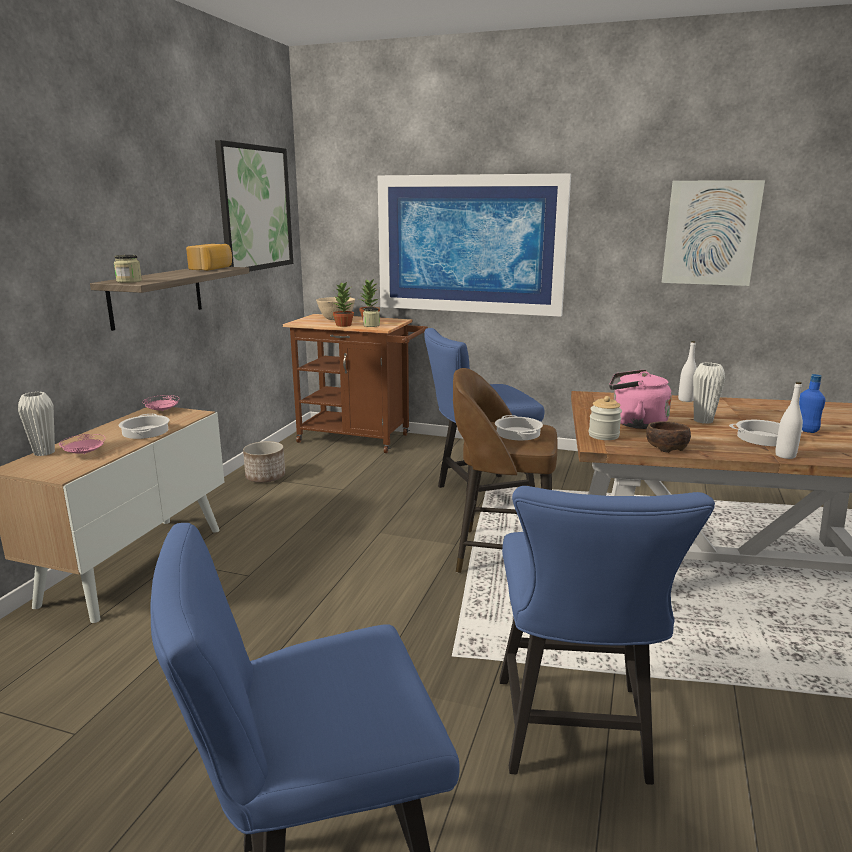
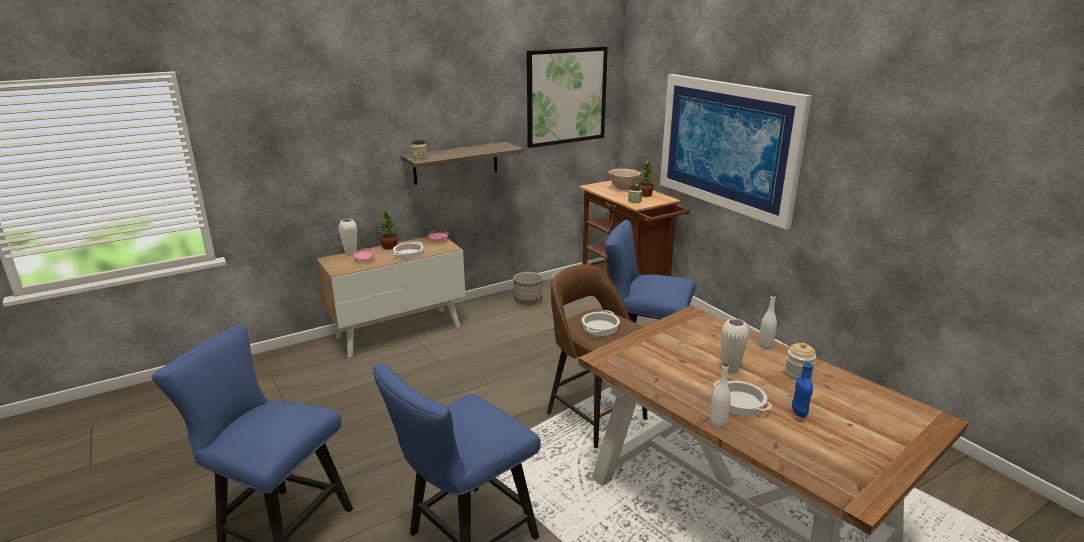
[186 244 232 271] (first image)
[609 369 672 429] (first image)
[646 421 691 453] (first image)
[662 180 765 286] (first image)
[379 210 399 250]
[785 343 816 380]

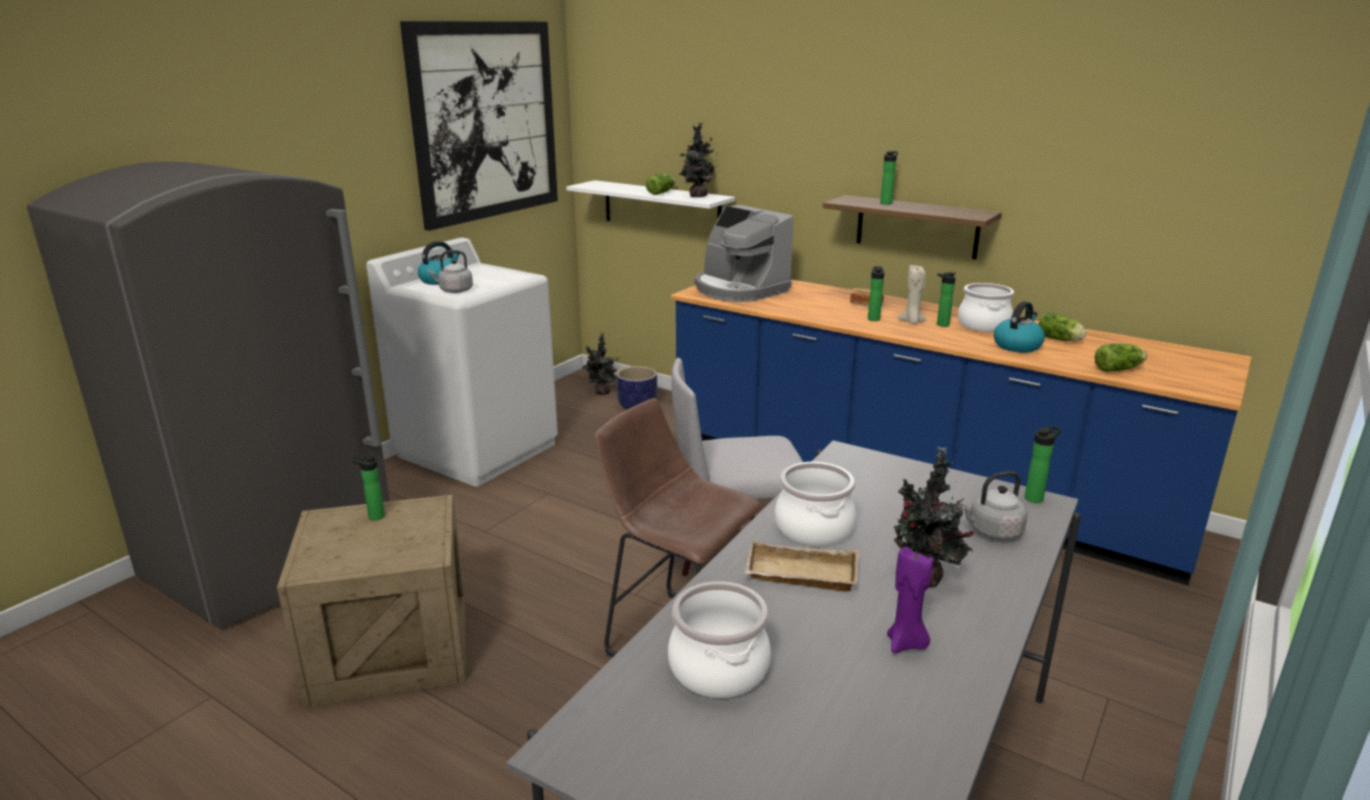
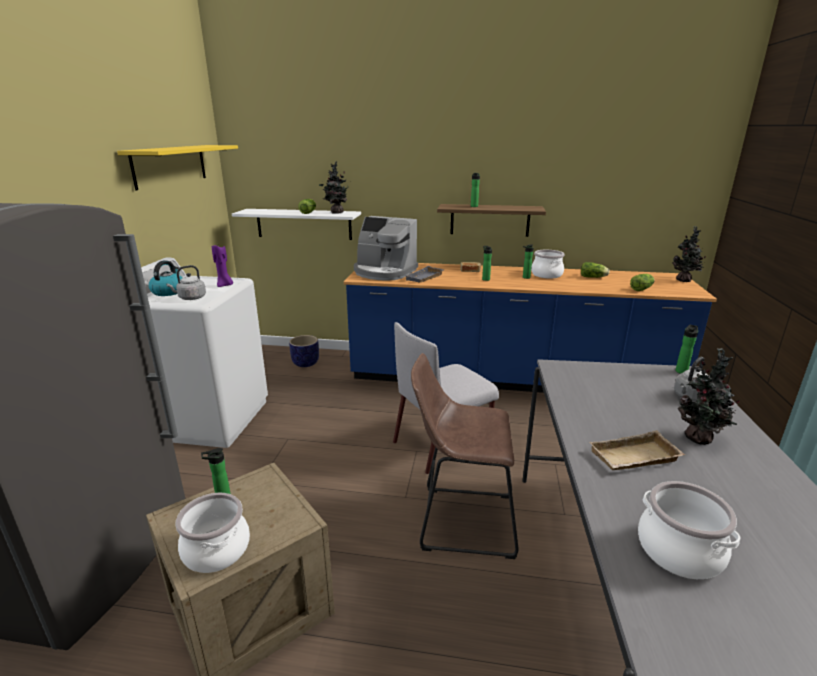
[898 265 927 324] (first image)
[994 301 1045 352] (first image)
[405 266 444 283]
[673 226 706 282]
[175 493 250 573]
[212 245 233 287]
[117 145 238 190]

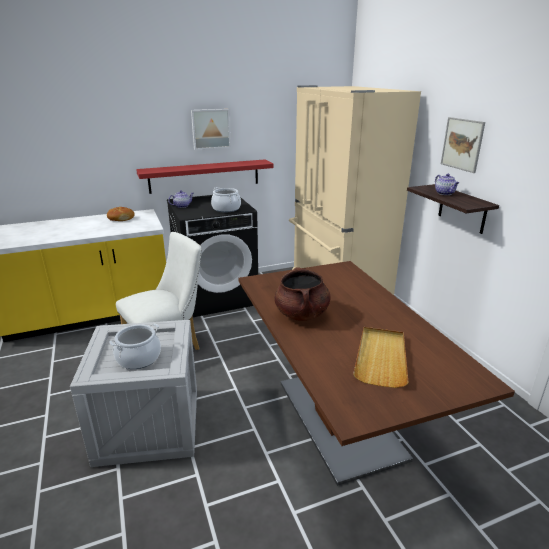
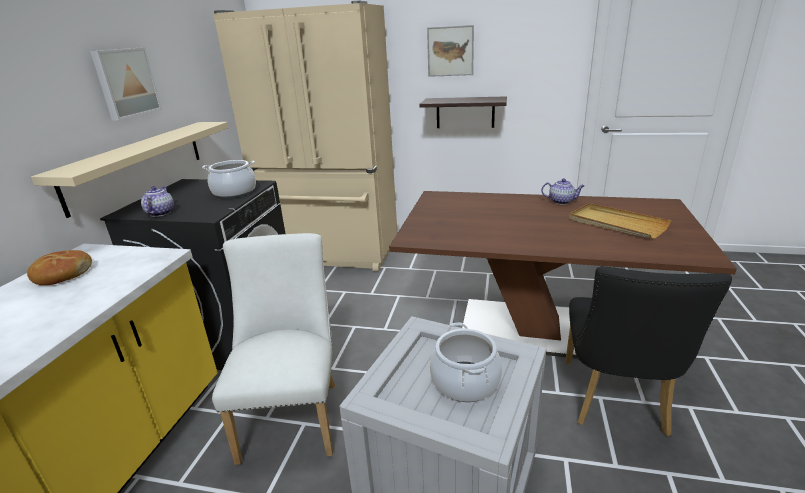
[274 267 331 321] (first image)
[566 266 732 436]
[541 179 585 204]
[31 122 228 218]

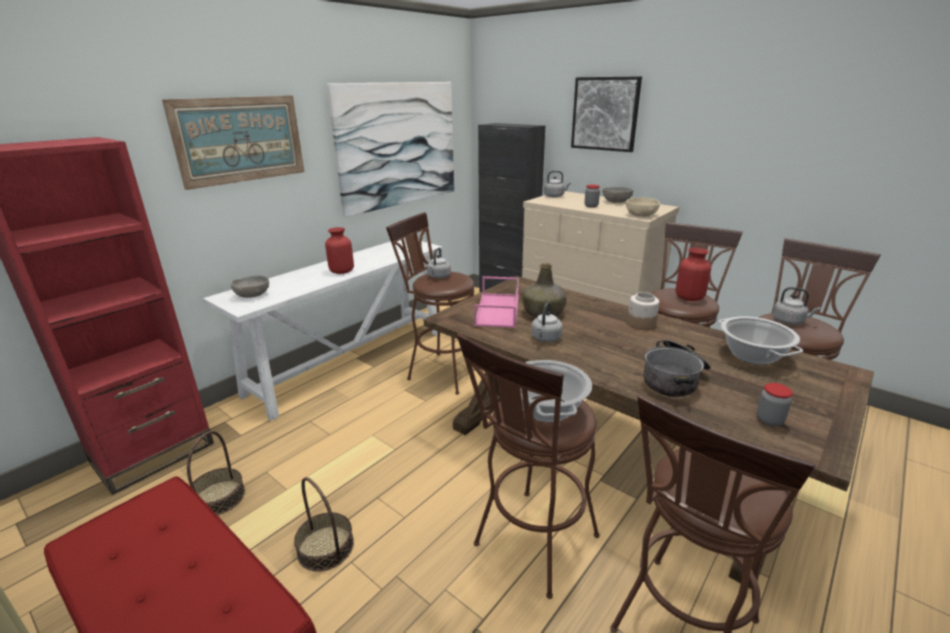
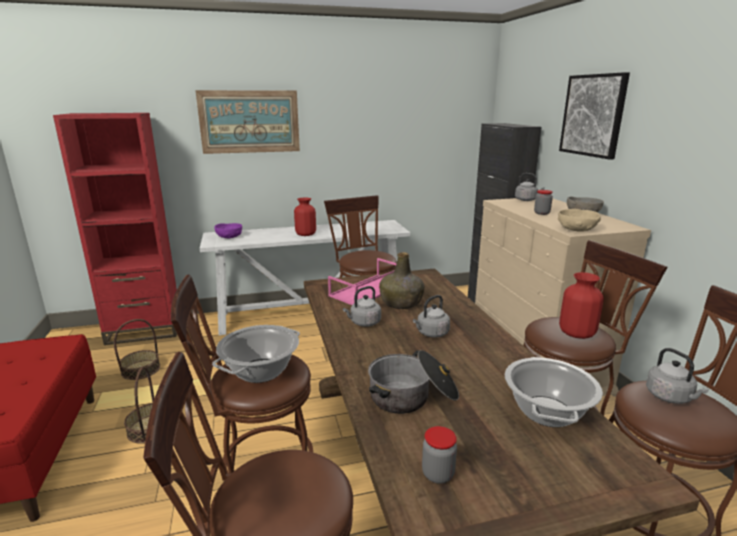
[327 82 454 217] (first image)
[627 292 659 329] (first image)
[413 295 450 338]
[214 223 242 238]

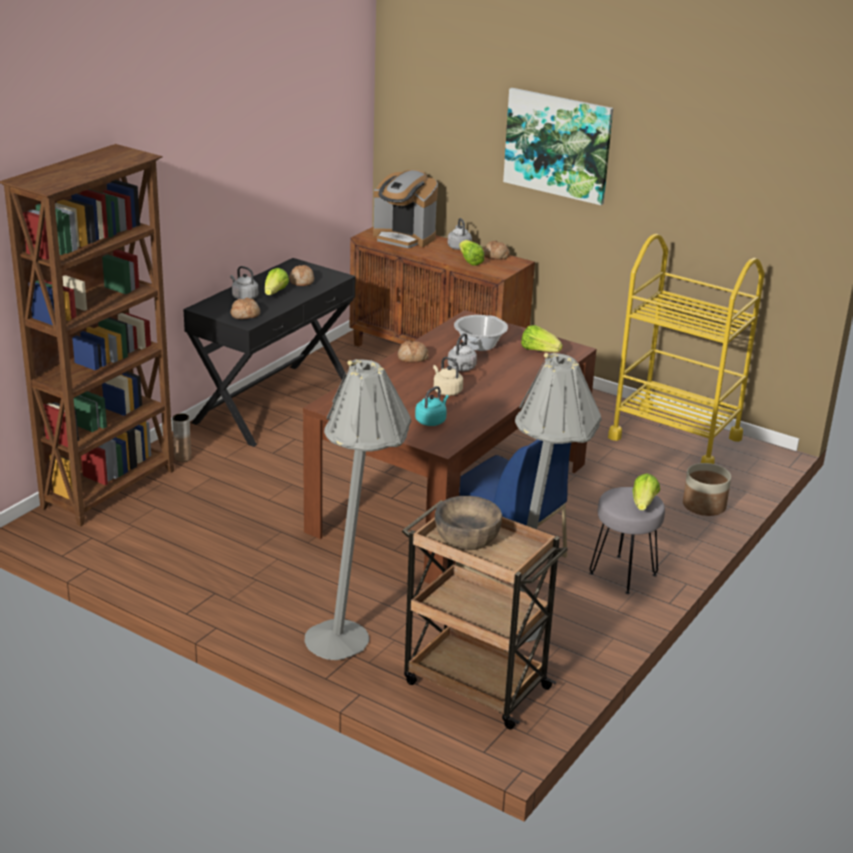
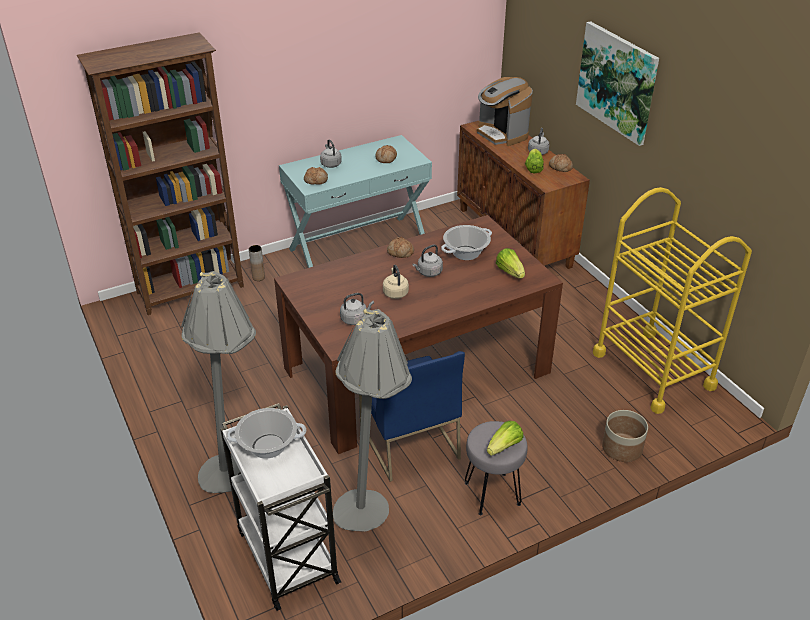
[265 268 289 295] (first image)
[226 408 306 459]
[279 135 432 268]
[220 403 341 611]
[340 293 374 325]

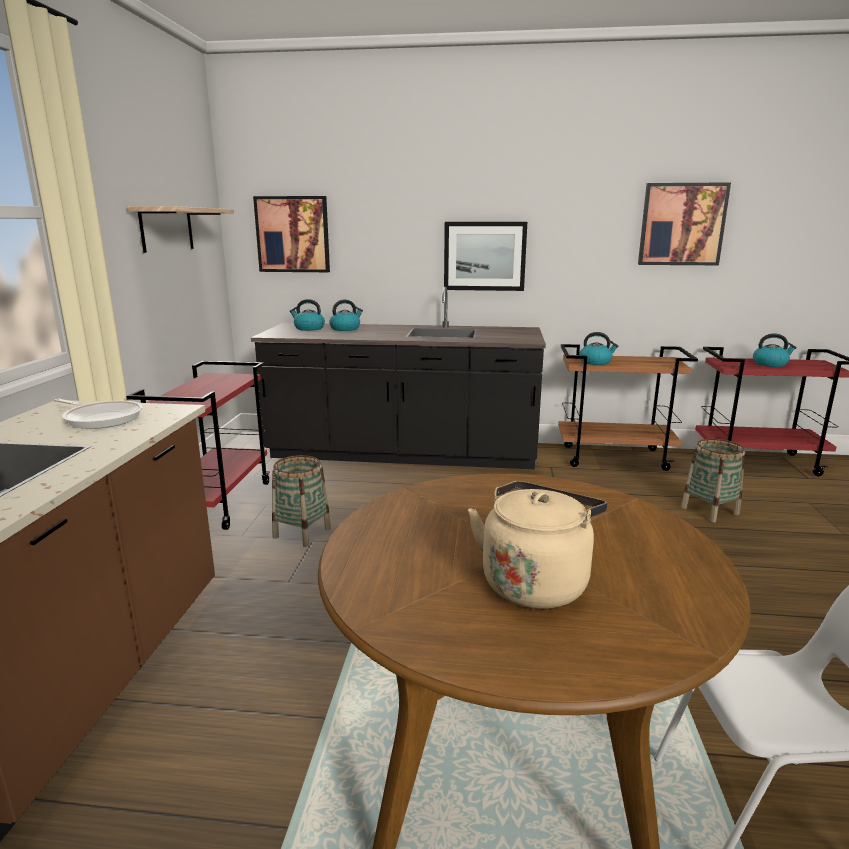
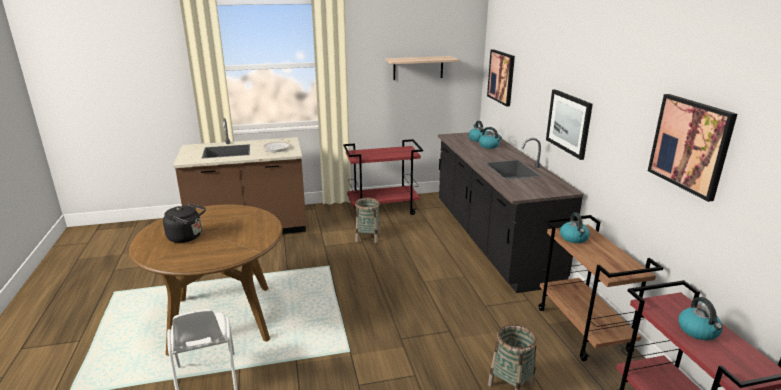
[163 203 206 243]

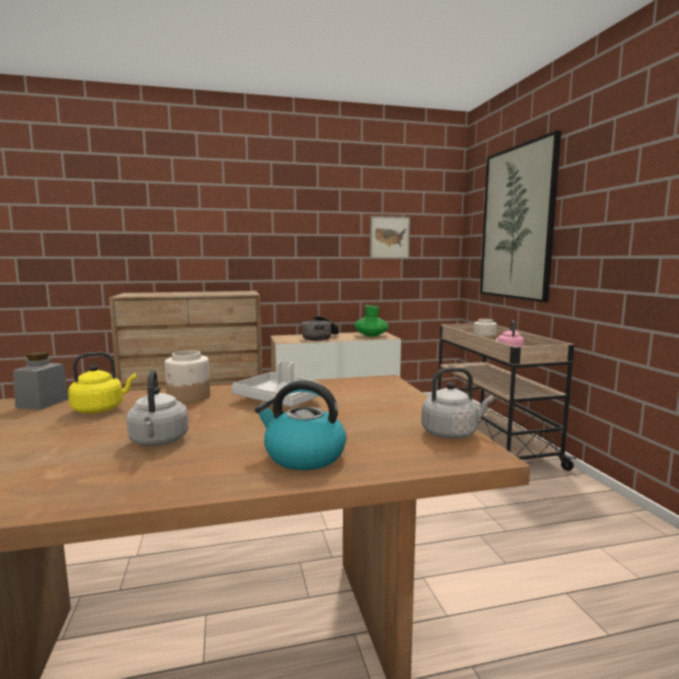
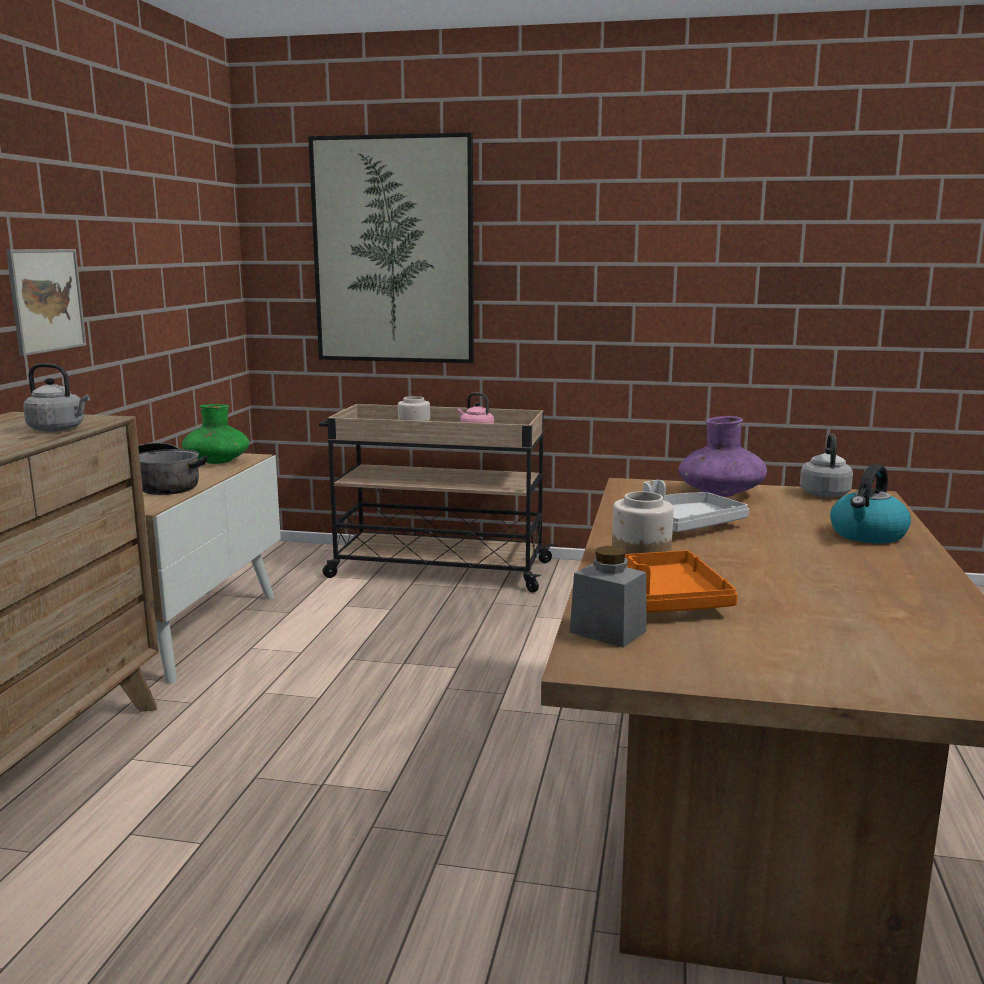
[678 416 767 497]
[23 363 90 432]
[6 249 86 356]
[625 550 738 613]

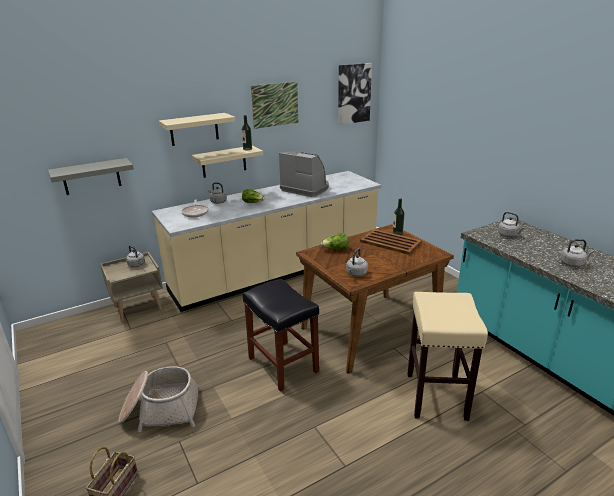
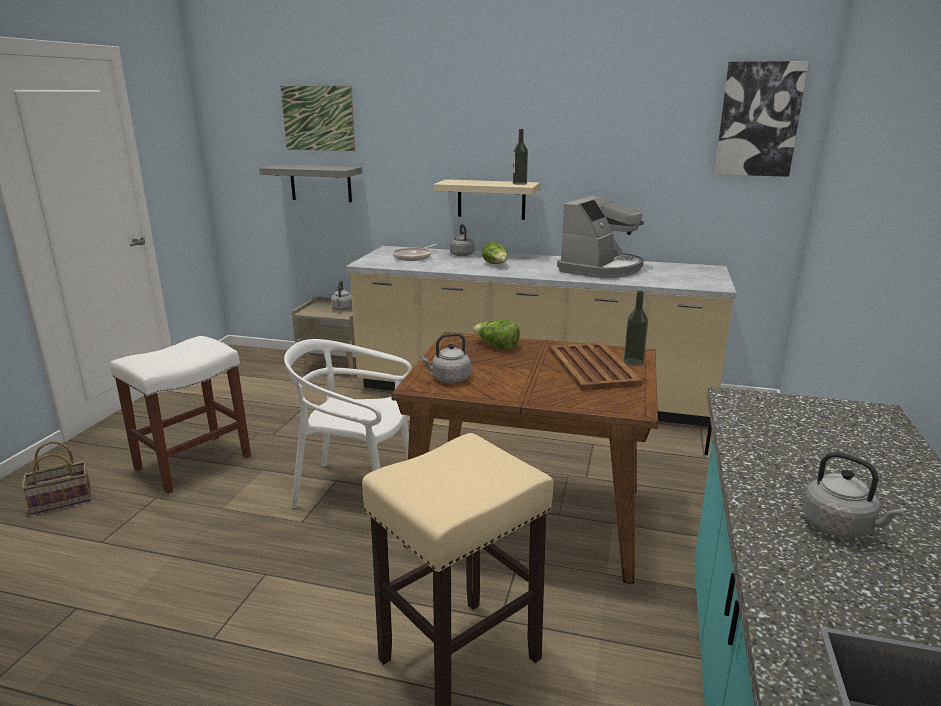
[159 113 235 146] (first image)
[498 212 525 237] (first image)
[281 86 355 151]
[110 336 251 494]
[284 339 412 508]
[557 195 644 278]

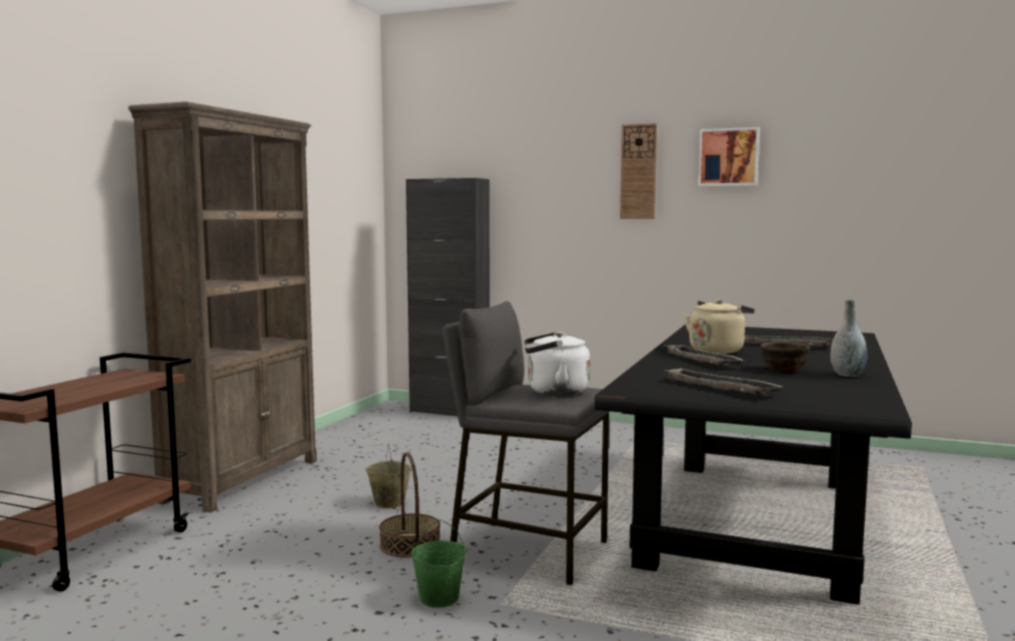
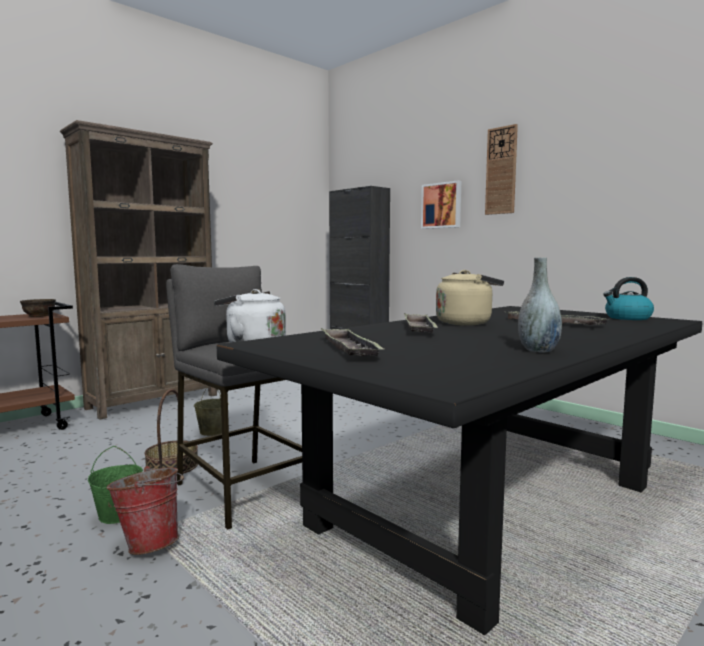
[106 466 184 555]
[603 277 654 320]
[421 180 461 229]
[20 299 56 317]

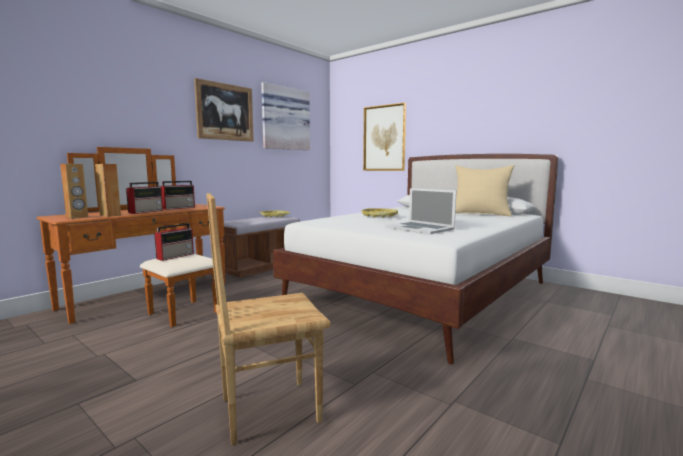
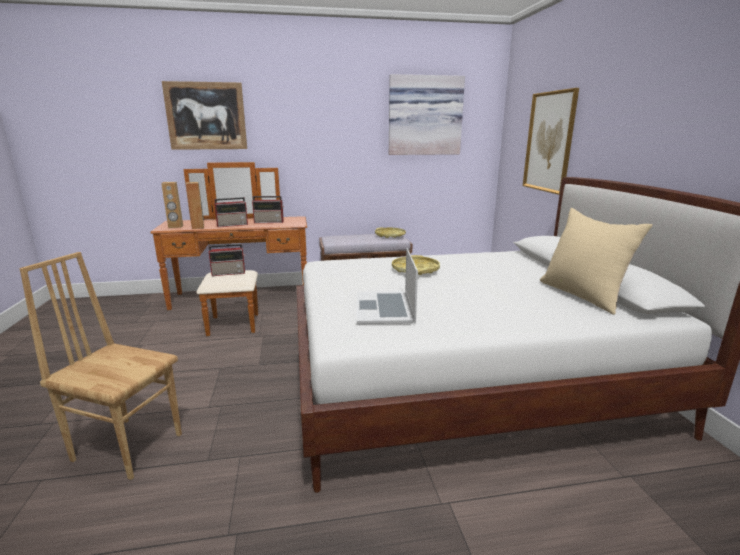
[162 81 247 150]

